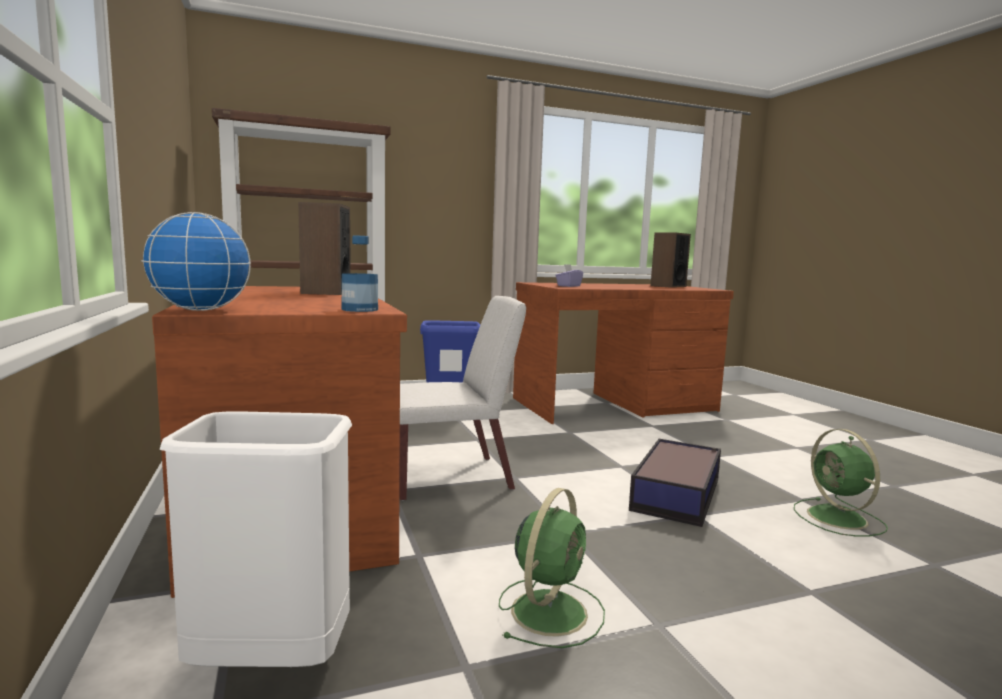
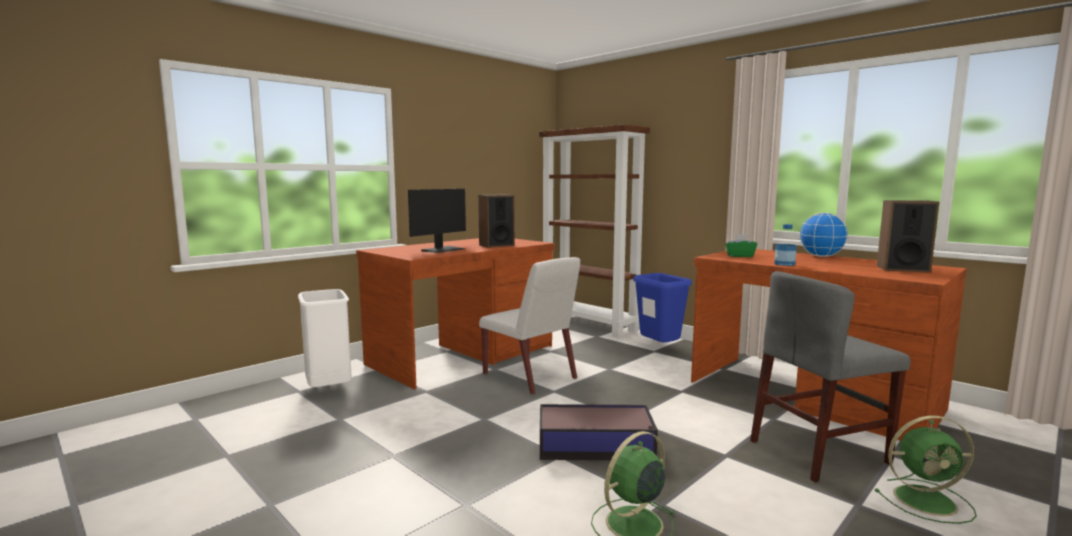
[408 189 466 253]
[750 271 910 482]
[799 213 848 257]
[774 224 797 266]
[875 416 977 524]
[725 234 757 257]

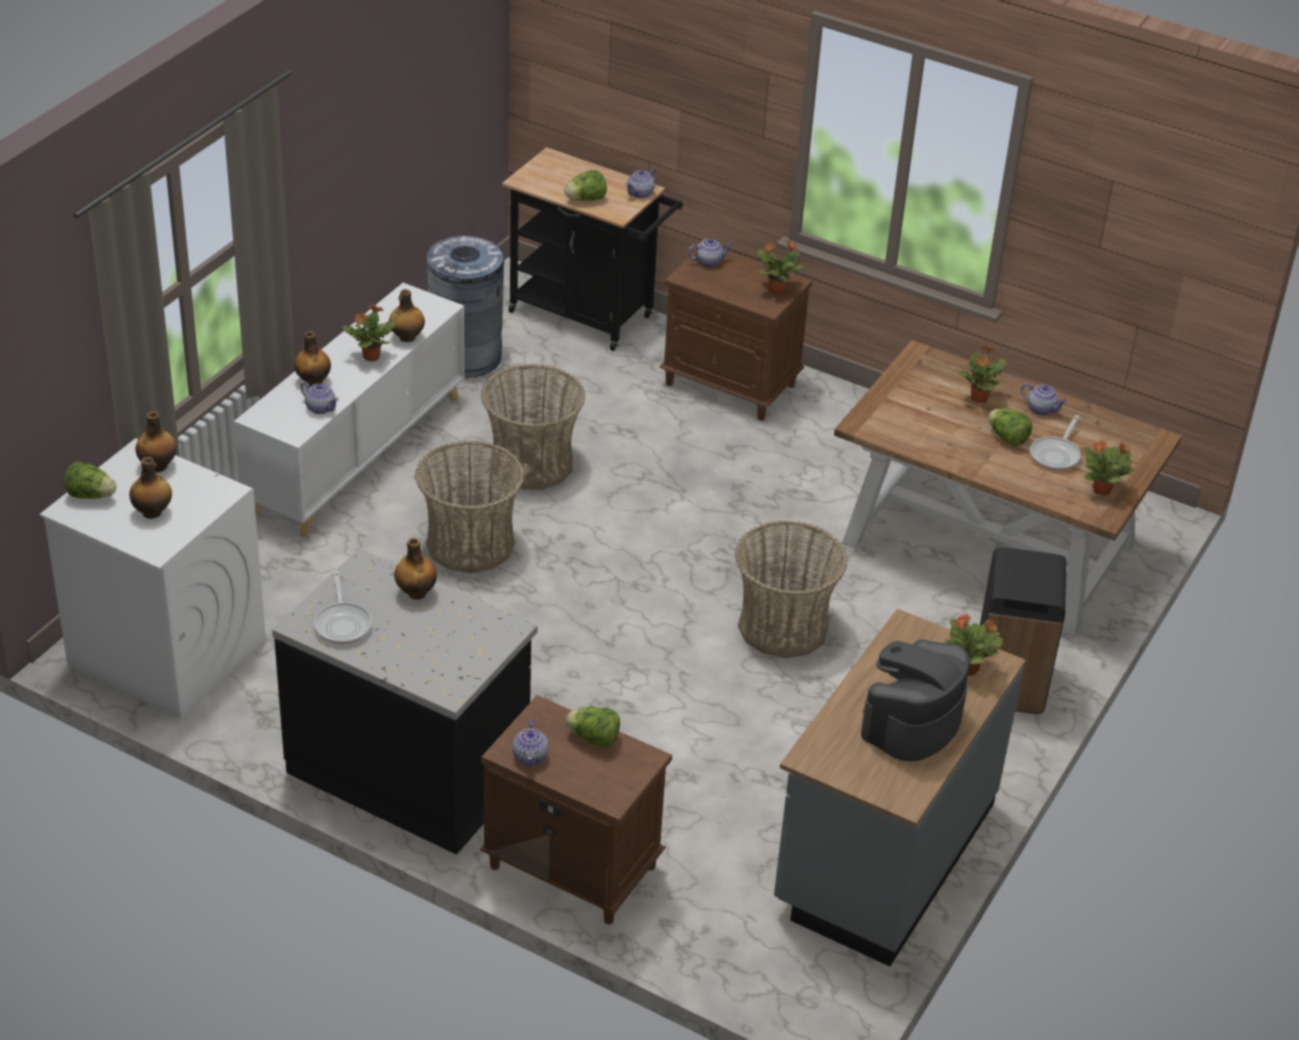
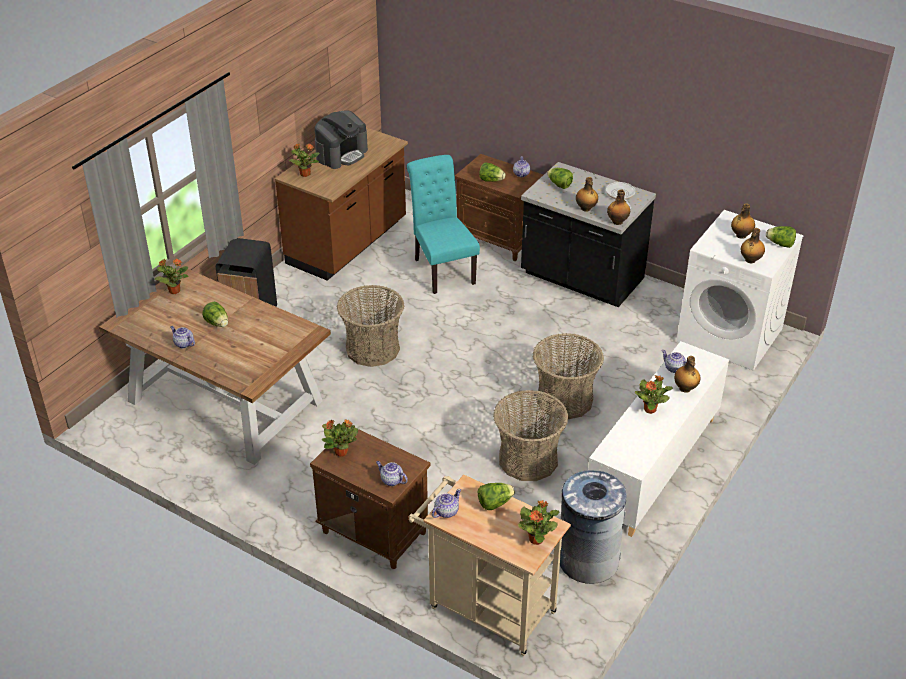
[1030 415 1081 470] (first image)
[407 155 480 294]
[547 168 573 189]
[607 189 630 225]
[518 500 559 545]
[409 475 571 656]
[275 127 408 281]
[376 461 408 486]

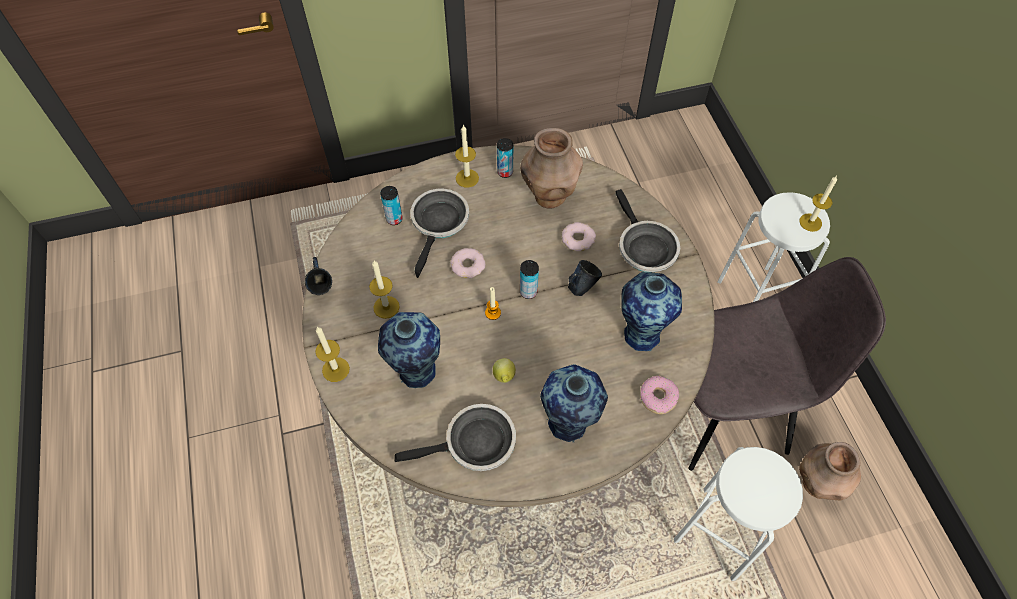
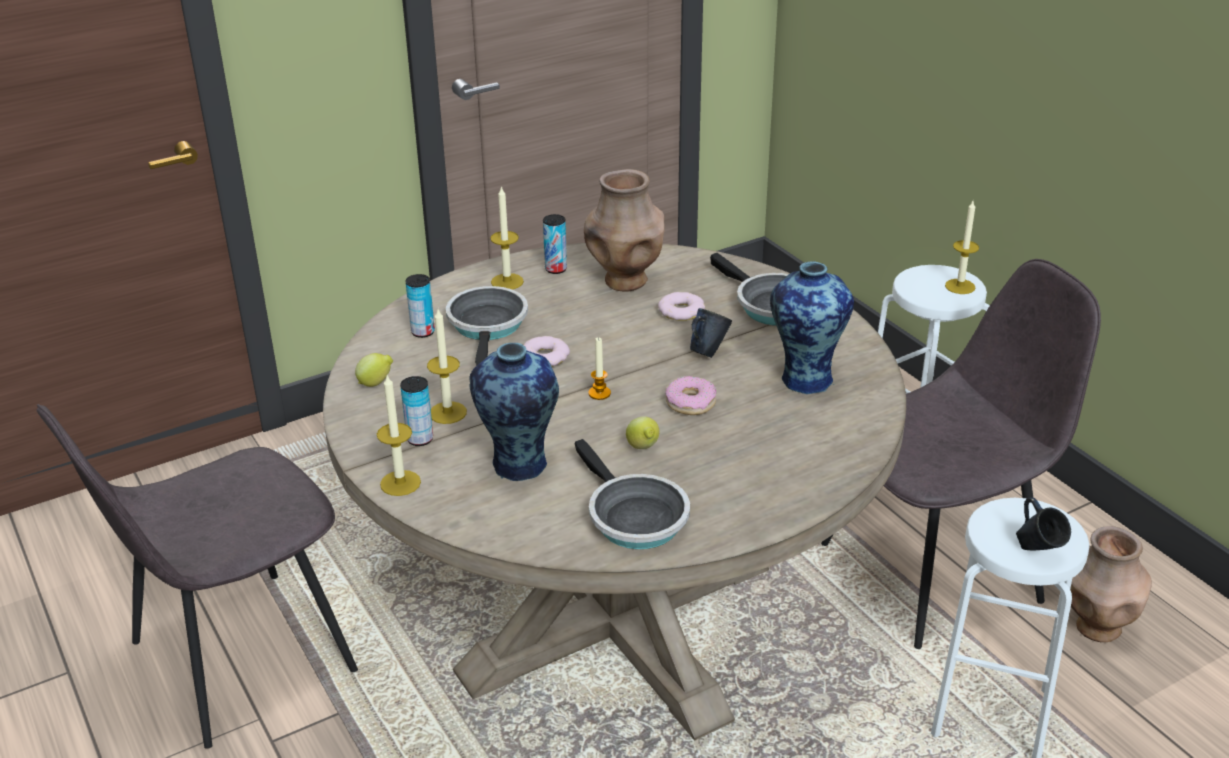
[540 364 608 442] (first image)
[37 404 358 749]
[355 353 393 387]
[1016 497 1071 550]
[400 376 433 446]
[665 376 716 415]
[574 439 690 549]

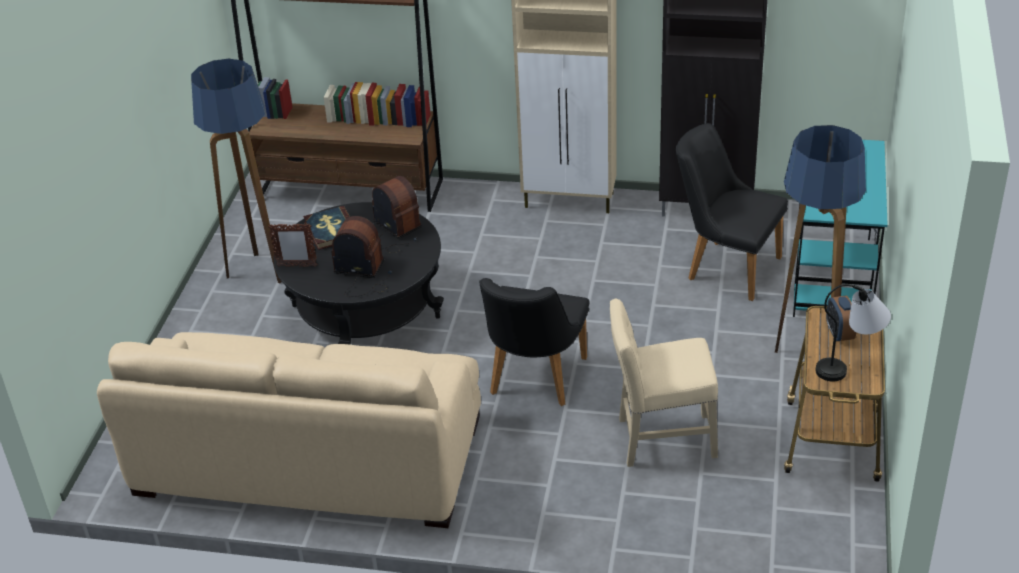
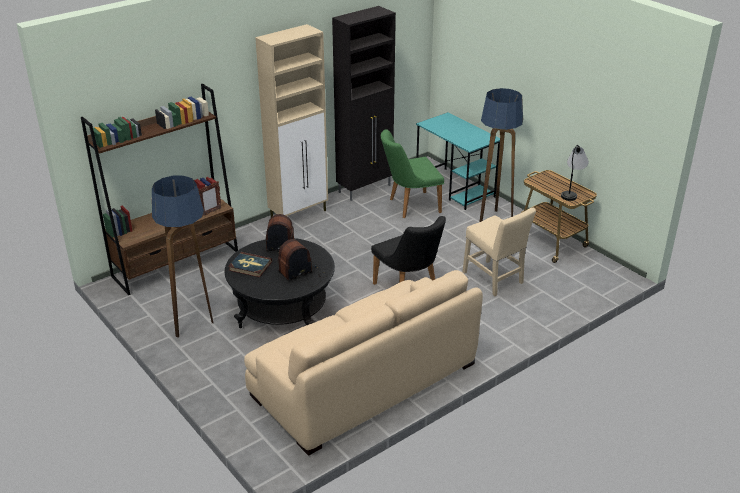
[826 296 856 342] (first image)
[198 181 221 217]
[381 129 444 218]
[462 208 536 296]

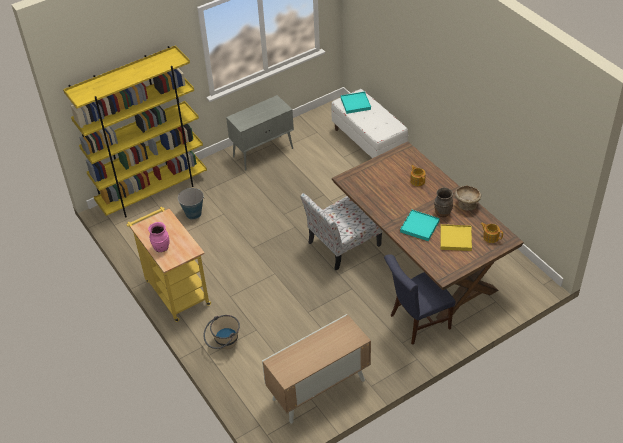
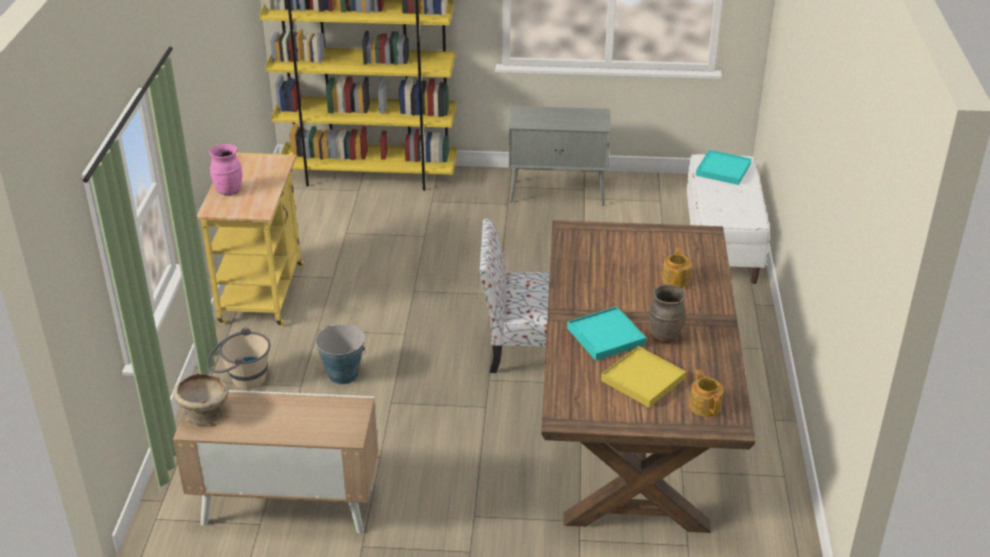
[384 254 456 345] (first image)
[315 324 366 385]
[173 373 228 425]

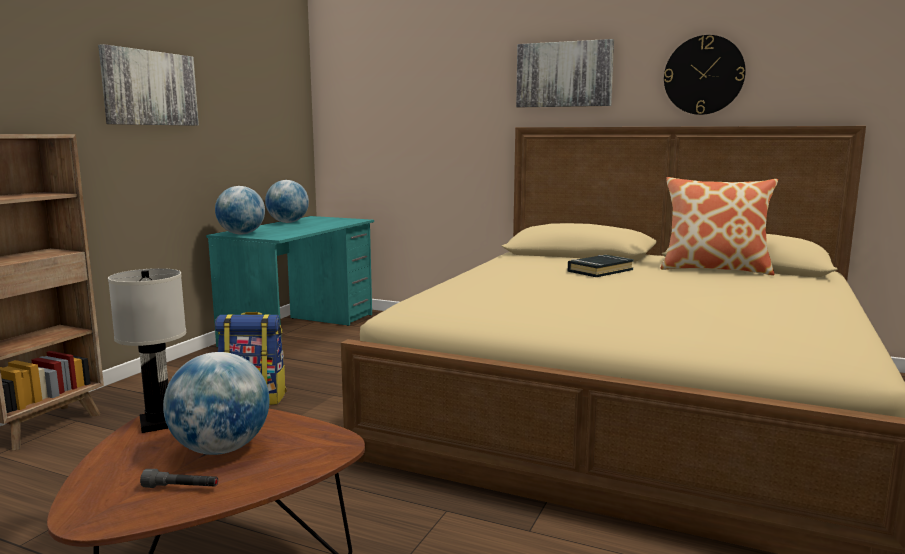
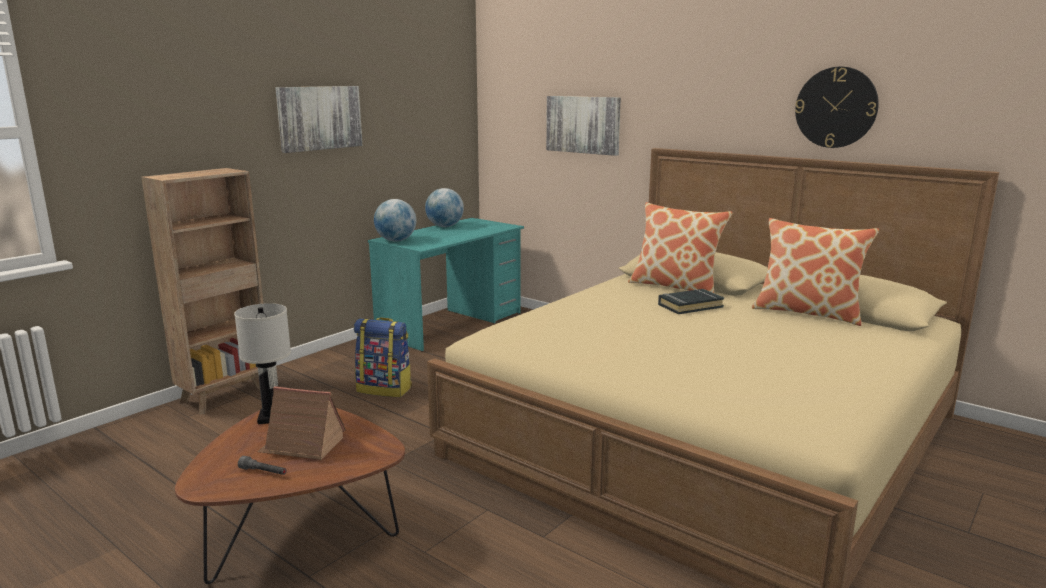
[628 202 733 293]
[546 96 621 156]
[257 386 346 460]

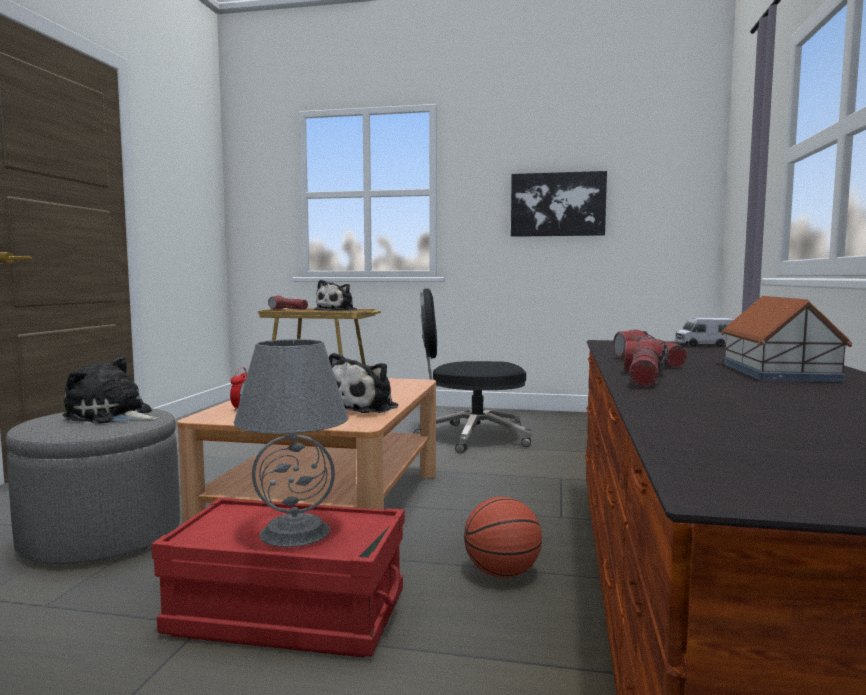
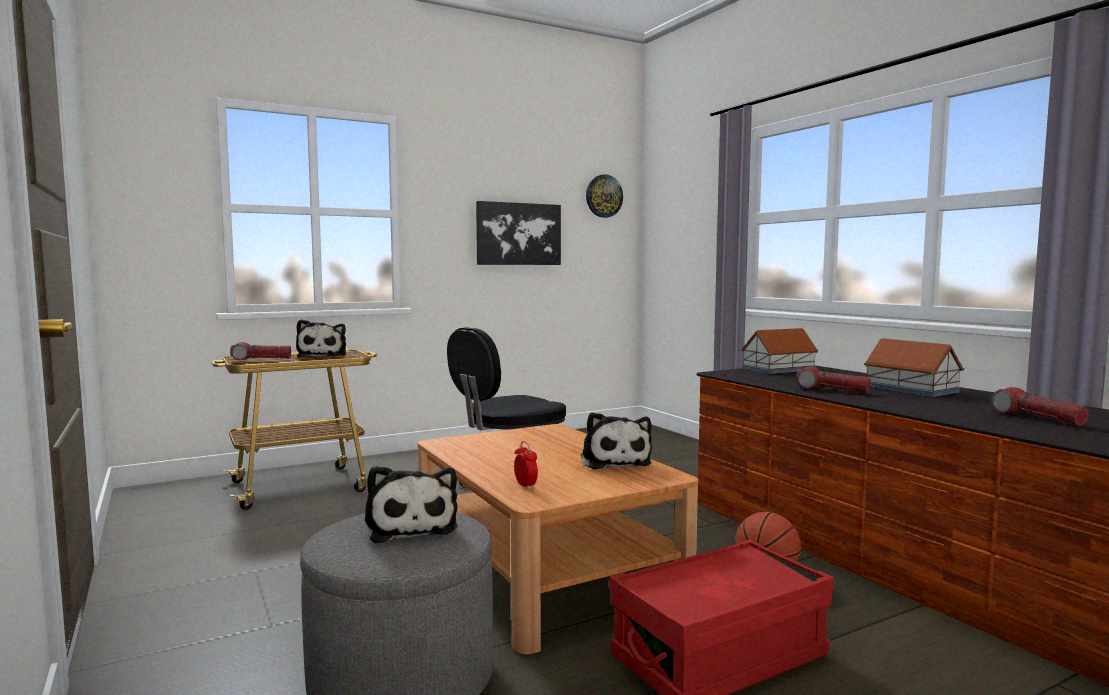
[234 339 349 547] (first image)
[586 174 623 218]
[992 387 1089 426]
[741 328 818 374]
[365 466 458 543]

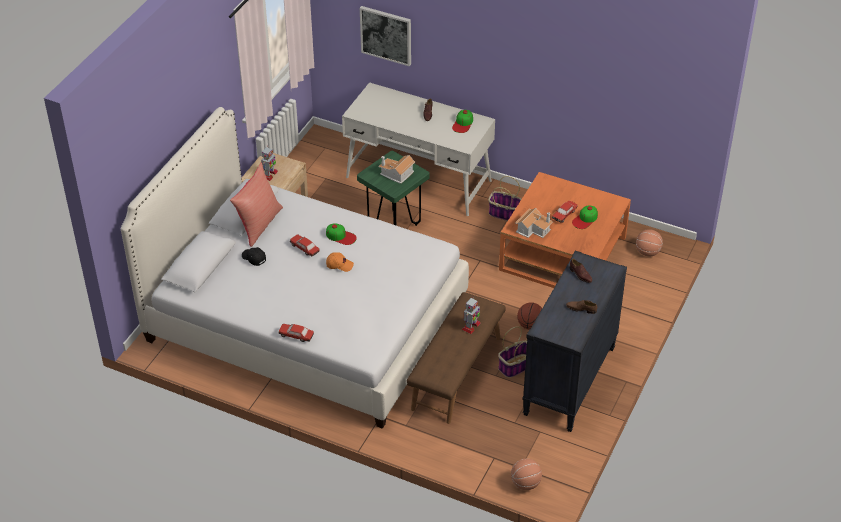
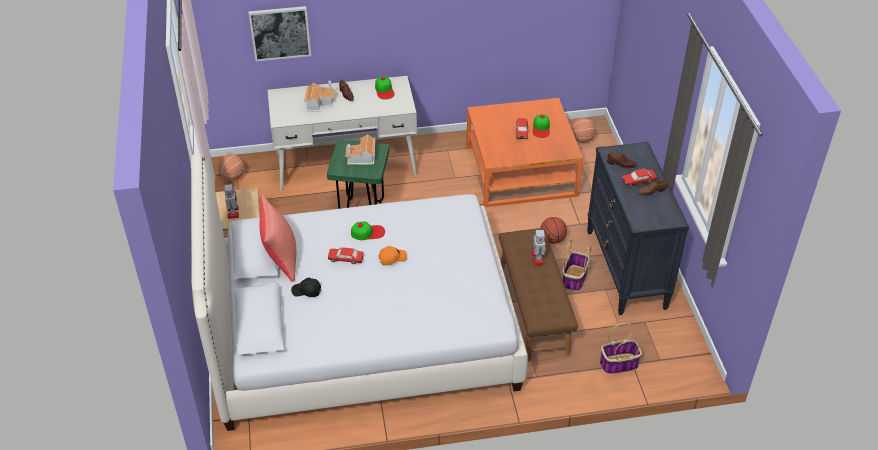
[622 169 657 187]
[600 323 642 374]
[218 154 244 180]
[304 81 334 112]

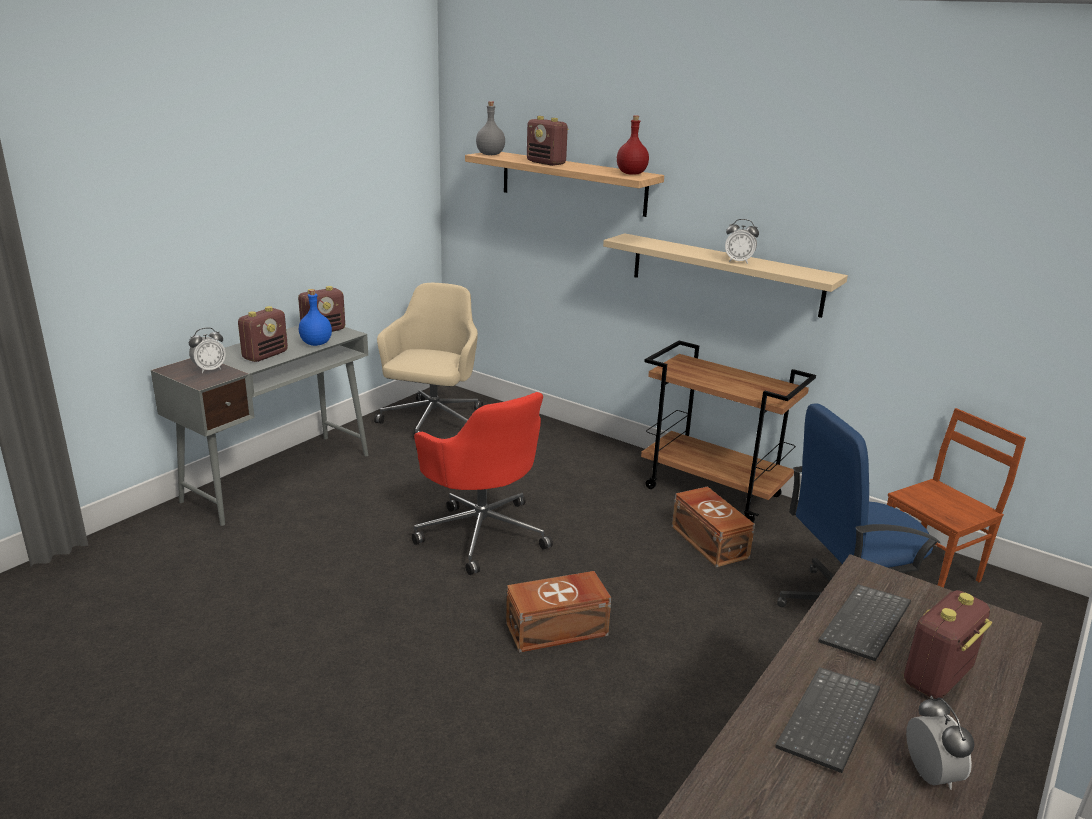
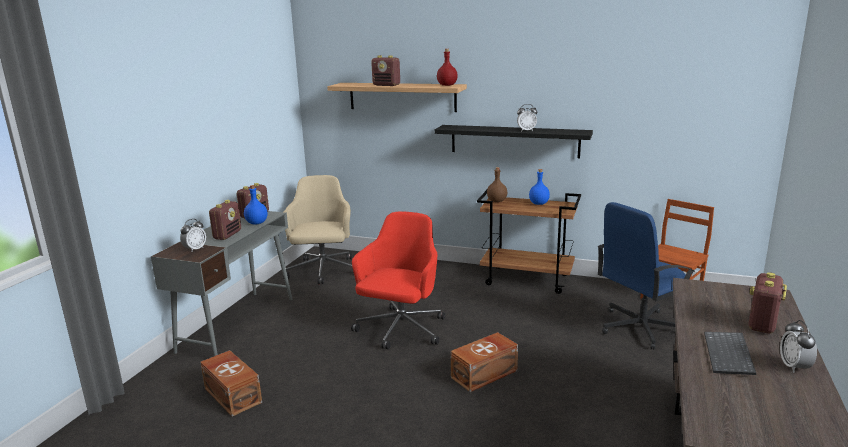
[476 101 505 155] (first image)
[818 584 911 661] (first image)
[487 167 507 202]
[529 169 550 205]
[200 350 262 417]
[435 125 593 158]
[351 211 445 349]
[780 320 817 373]

